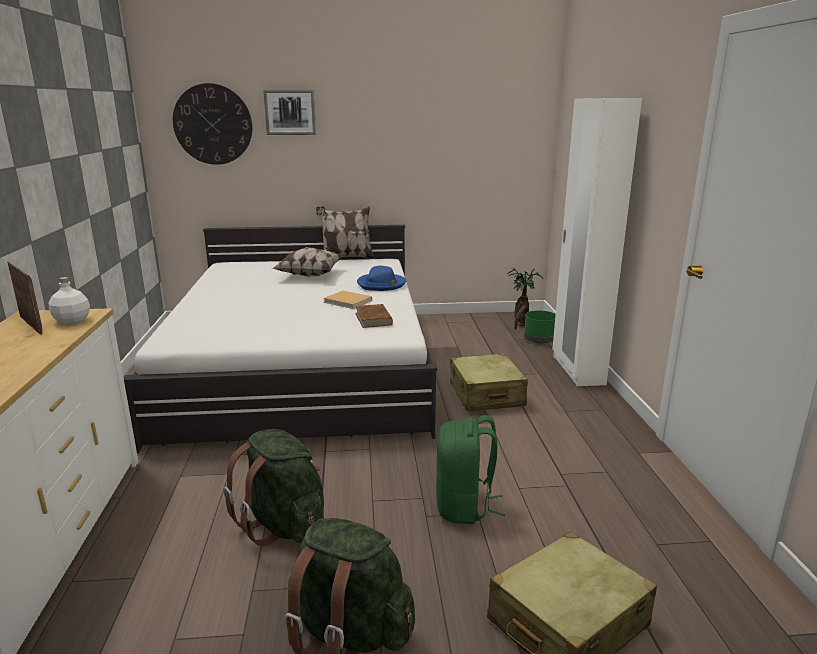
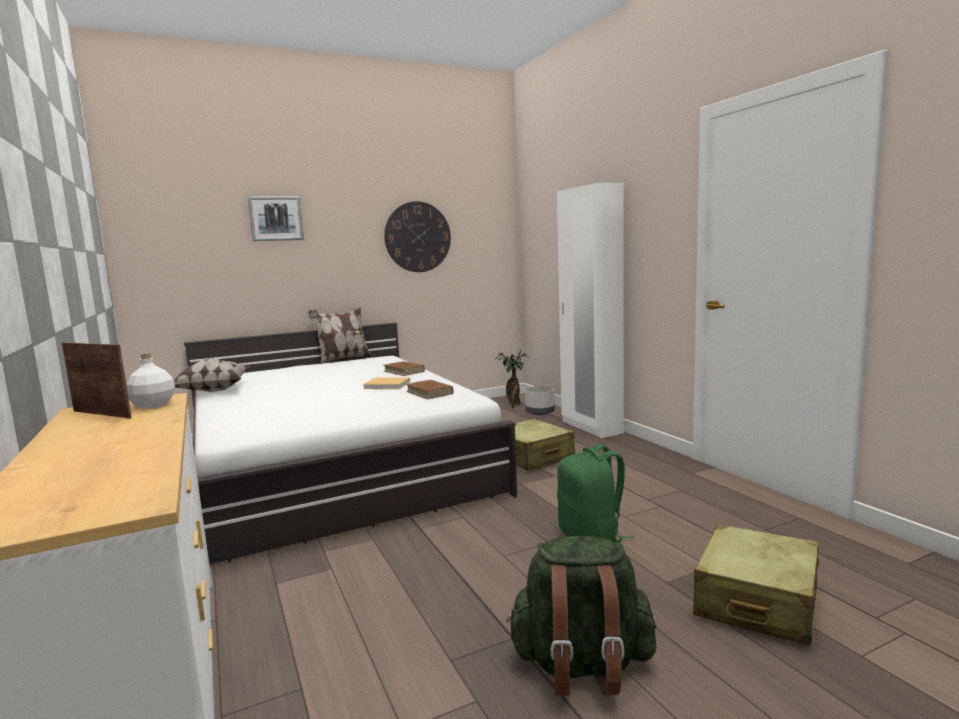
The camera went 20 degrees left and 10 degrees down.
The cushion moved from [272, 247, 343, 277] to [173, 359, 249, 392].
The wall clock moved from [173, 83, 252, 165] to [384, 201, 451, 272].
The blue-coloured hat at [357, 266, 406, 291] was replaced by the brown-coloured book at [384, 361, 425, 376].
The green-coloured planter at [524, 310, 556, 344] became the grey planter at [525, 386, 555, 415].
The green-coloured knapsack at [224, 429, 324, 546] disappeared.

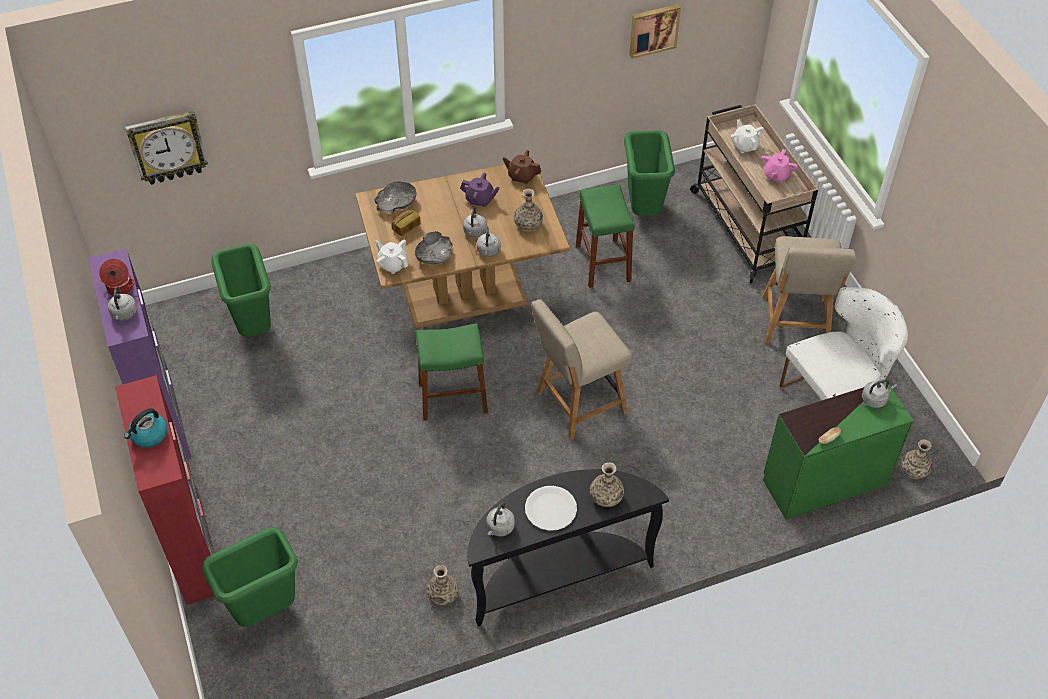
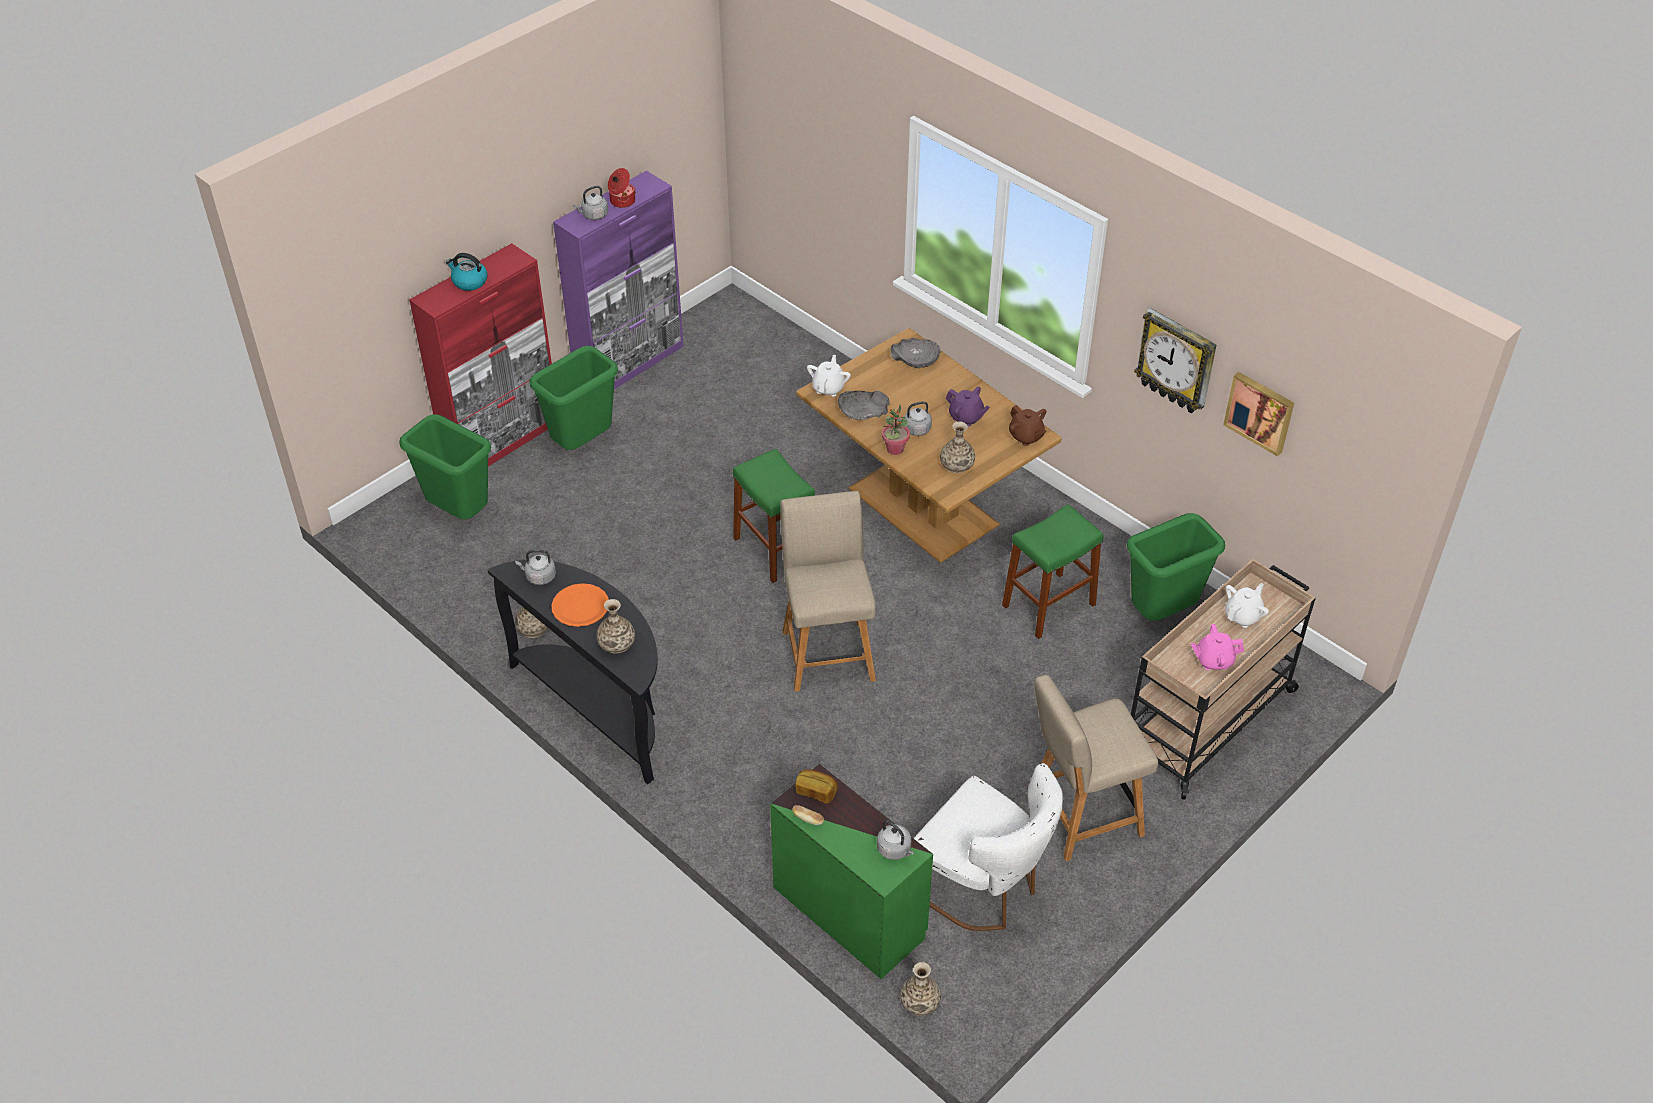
The camera went 65 degrees right and 5 degrees down.
The green-coloured waste bin moved from [211, 244, 271, 337] to [530, 346, 618, 450].
The white-coloured flat dish at [525, 486, 577, 531] became the orange-coloured flat dish at [551, 583, 609, 627].
The sand-coloured chair at [531, 299, 632, 440] turned 45 degrees clockwise.
The bakery bread moved from [391, 209, 421, 236] to [795, 769, 838, 804].
The grey water kettle at [477, 226, 501, 257] was replaced by the plant in a pot at [882, 405, 910, 455].
The purplish tea pot at [460, 172, 500, 207] turned 45 degrees counterclockwise.
The brown-coloured tea pot at [503, 150, 541, 184] turned 150 degrees clockwise.
The wall clock moved from [125, 110, 208, 185] to [1134, 308, 1217, 413].

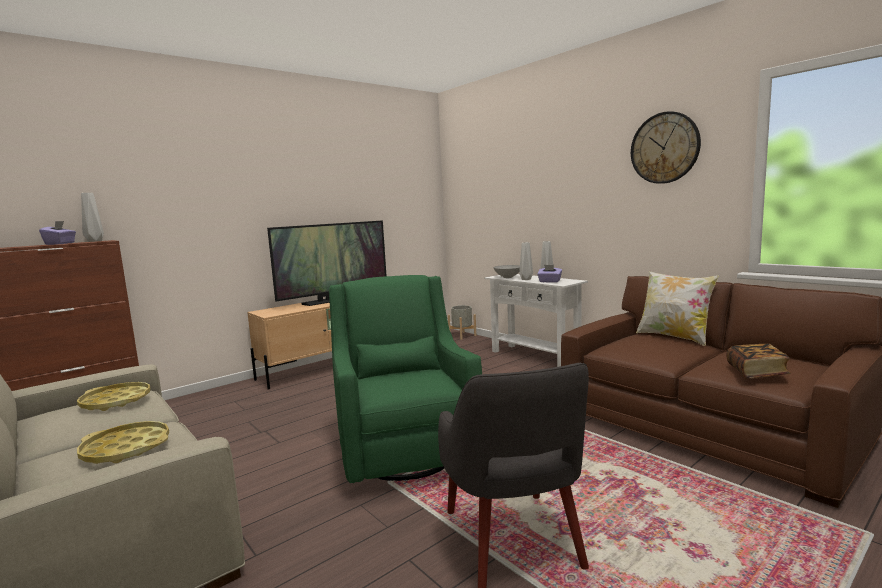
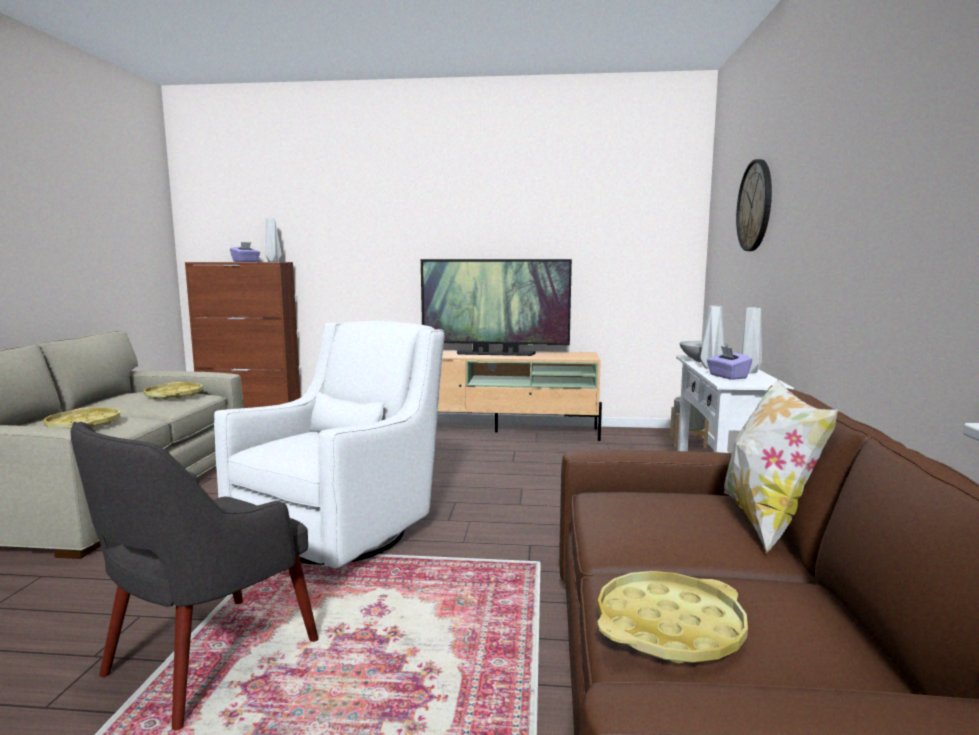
The camera went 45 degrees right and 0 degrees up.
The green-coloured easy chair at [329, 275, 482, 483] became the white-coloured easy chair at [214, 321, 445, 569].
The book at [726, 344, 791, 379] was replaced by the yellowish tray at [597, 571, 748, 664].
The wall clock moved from [631, 111, 701, 184] to [736, 159, 772, 251].

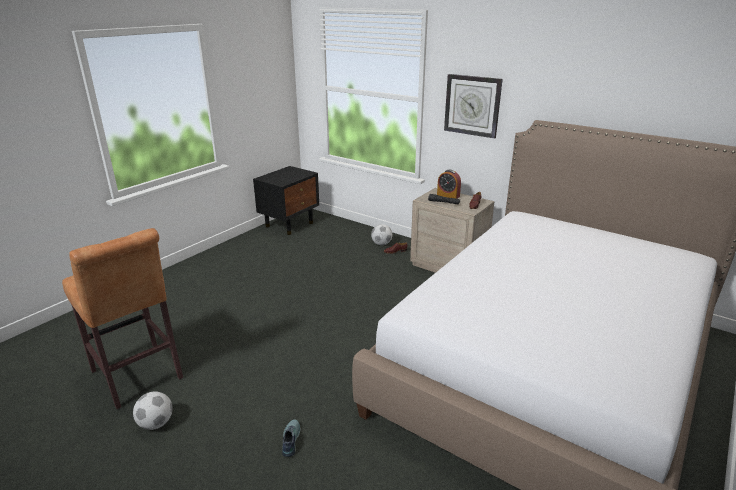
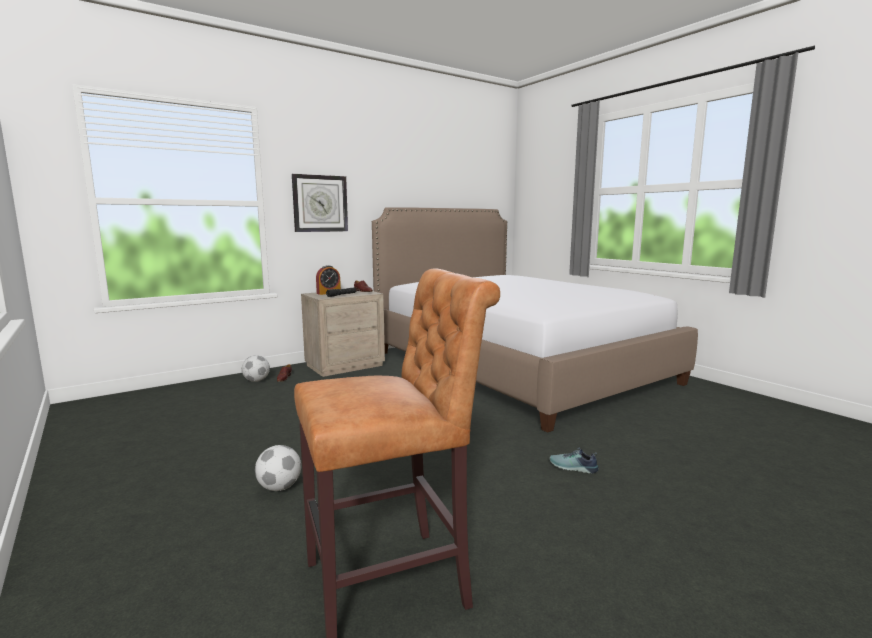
The camera went 70 degrees left and 15 degrees down.
The ball for football moved from [133, 391, 173, 430] to [255, 445, 301, 491].
The blackish night table at [253, 166, 319, 235] disappeared.

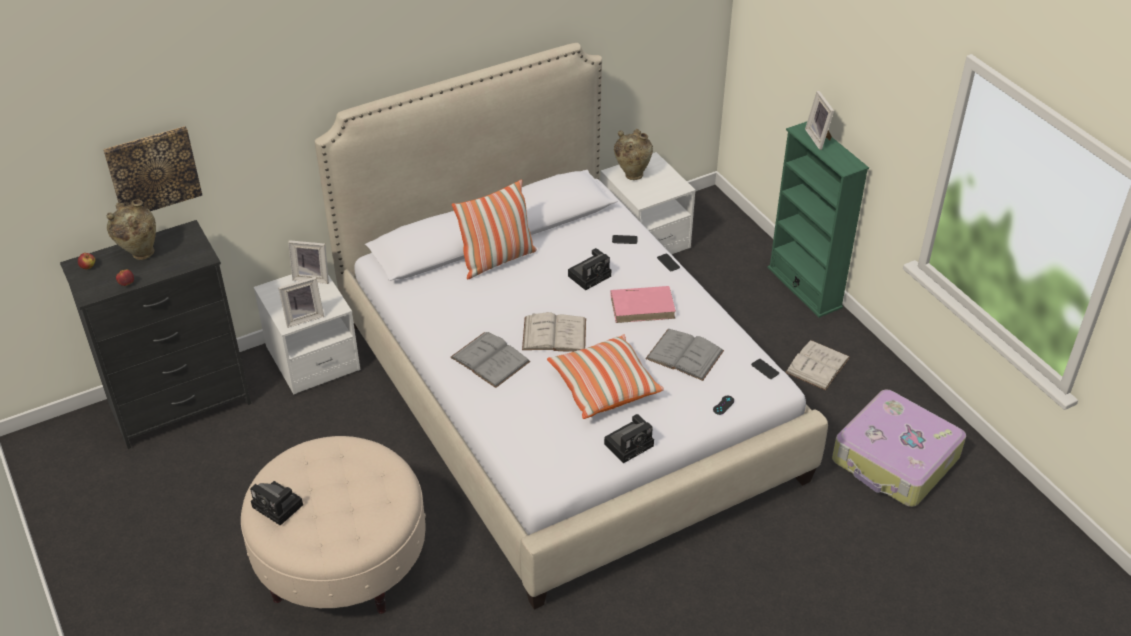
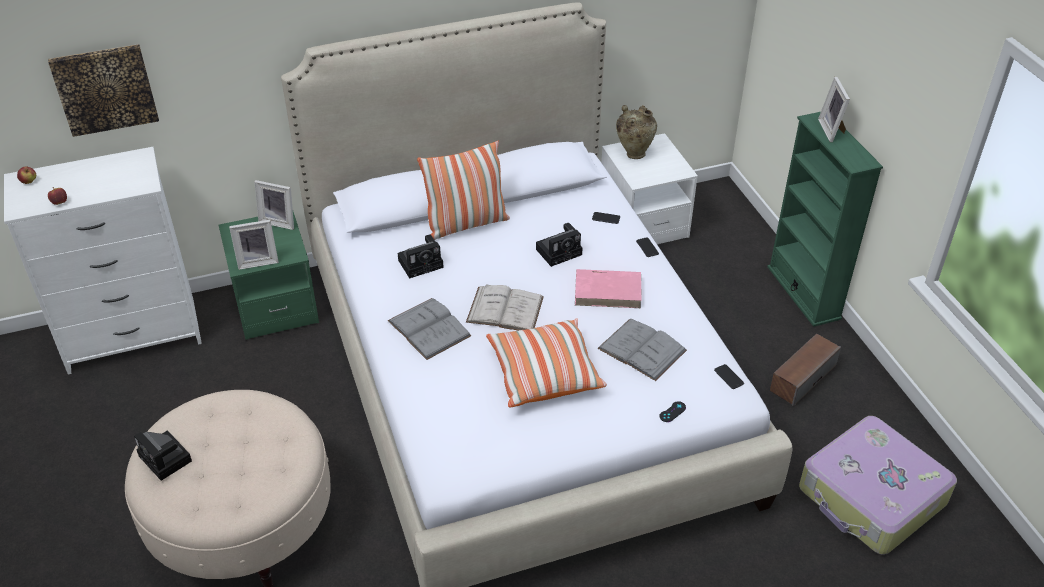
The camera went 10 degrees right and 0 degrees up.
The blackish chest of drawers at [60, 220, 251, 449] became the white-coloured chest of drawers at [4, 147, 202, 374].
The white-coloured night table at [254, 274, 360, 394] became the green-coloured night table at [219, 212, 319, 340].
The photo camera moved from [604, 414, 654, 463] to [398, 234, 444, 279].
The white-coloured book at [785, 340, 850, 390] was replaced by the speaker at [770, 333, 841, 407].
The sand-coloured decorative vase at [107, 200, 156, 260] disappeared.

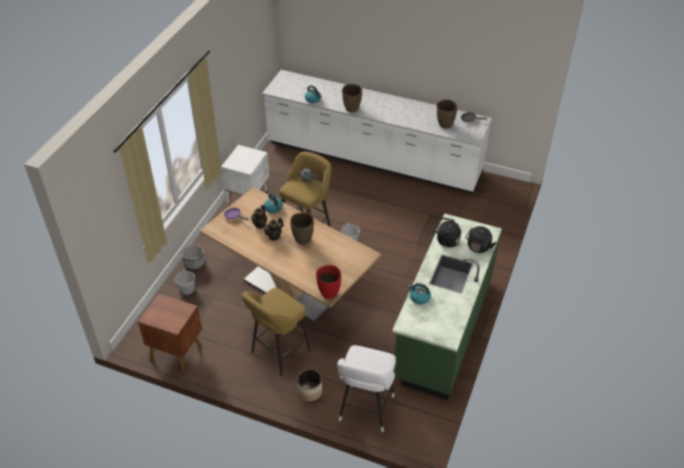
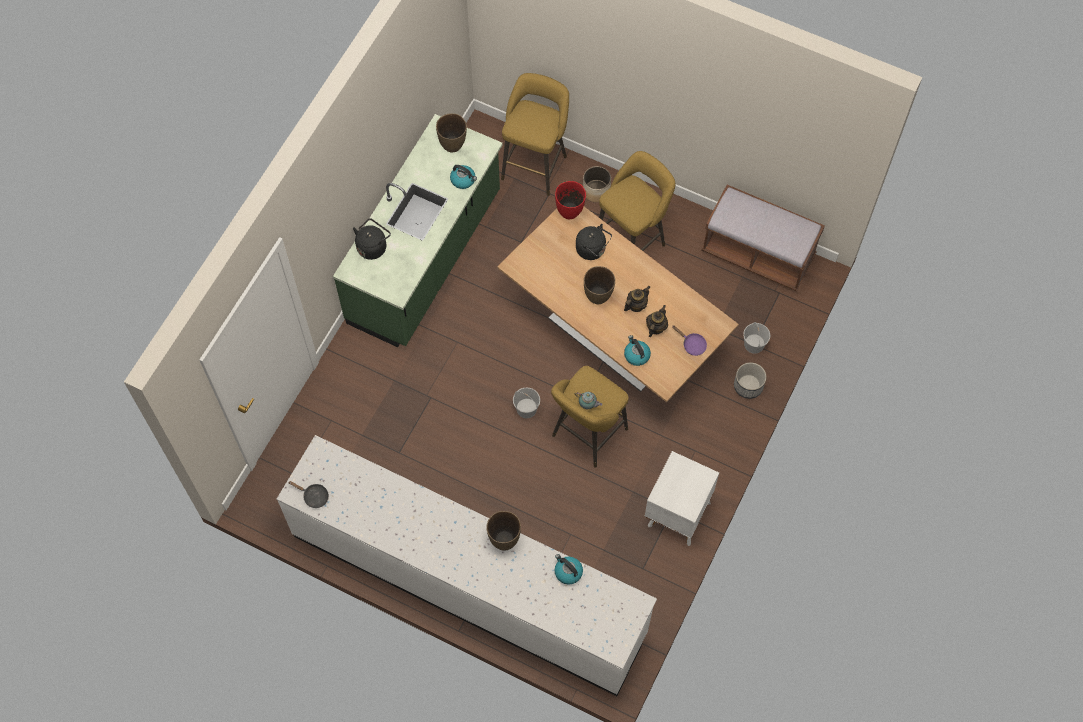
The camera went 175 degrees left and 20 degrees up.
The brown-coloured decorative vase moved from [437, 99, 458, 129] to [436, 113, 467, 152].
The white-coloured stool seat at [337, 345, 396, 432] became the yellowish stool seat at [501, 73, 569, 196].
The blackish water kettle moved from [434, 218, 461, 248] to [576, 224, 612, 260].
The brown-coloured night table at [138, 293, 202, 371] was replaced by the brown-coloured bench at [701, 185, 825, 291].

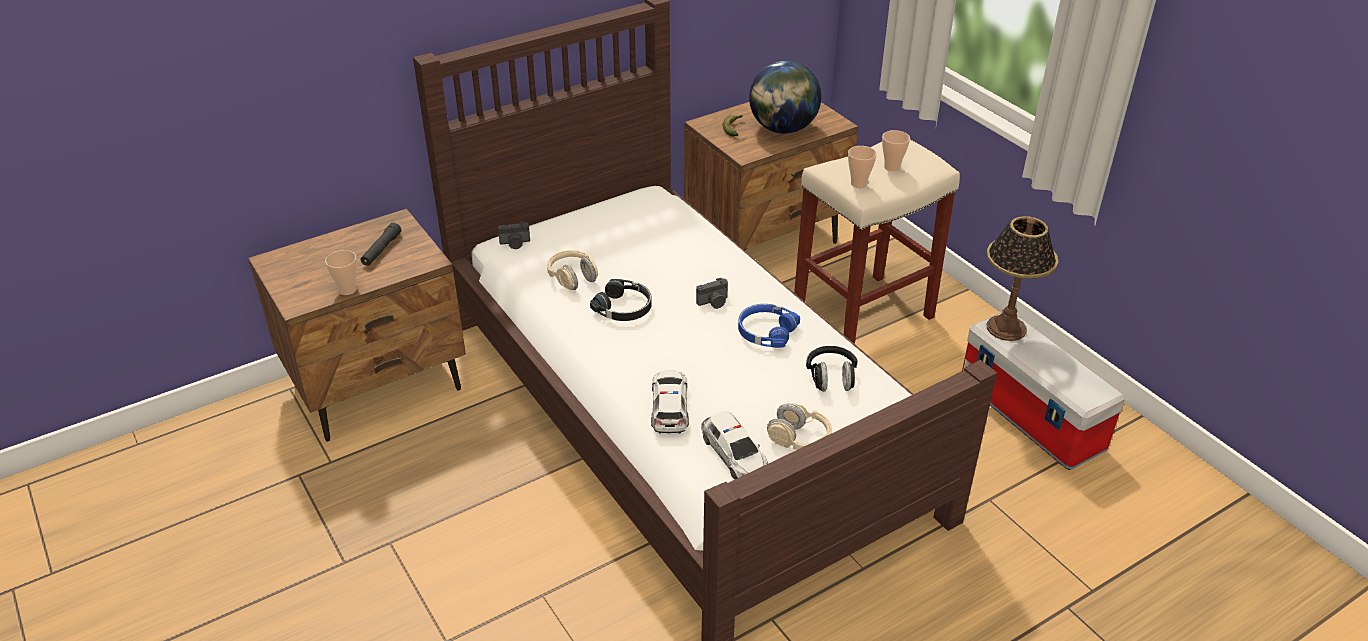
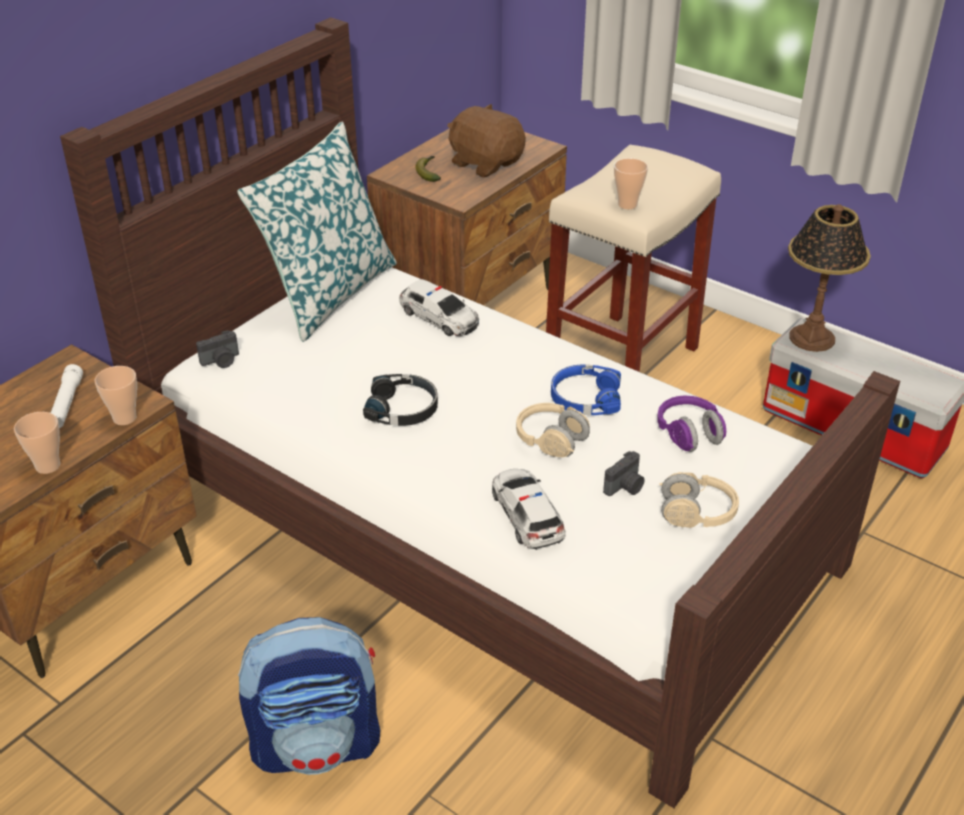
The camera went 20 degrees left and 0 degrees up.
The blackish flashlight at [360, 223, 401, 266] became the white-coloured flashlight at [51, 364, 83, 428].
The cup moved from [882, 130, 910, 172] to [95, 366, 137, 425].
The cushion at [237, 122, 397, 342] appeared.
The knapsack at [238, 617, 380, 775] appeared.
The model car moved from [701, 411, 768, 479] to [399, 279, 479, 336].
The world globe at [749, 61, 821, 134] was replaced by the brown-coloured plush toy at [447, 104, 526, 178].
The sand-coloured headset moved from [547, 250, 598, 290] to [516, 403, 590, 457].
The photo camera moved from [696, 278, 728, 309] to [603, 451, 645, 496].
The blackish headset at [806, 346, 858, 392] became the purplish headset at [657, 396, 726, 452].

